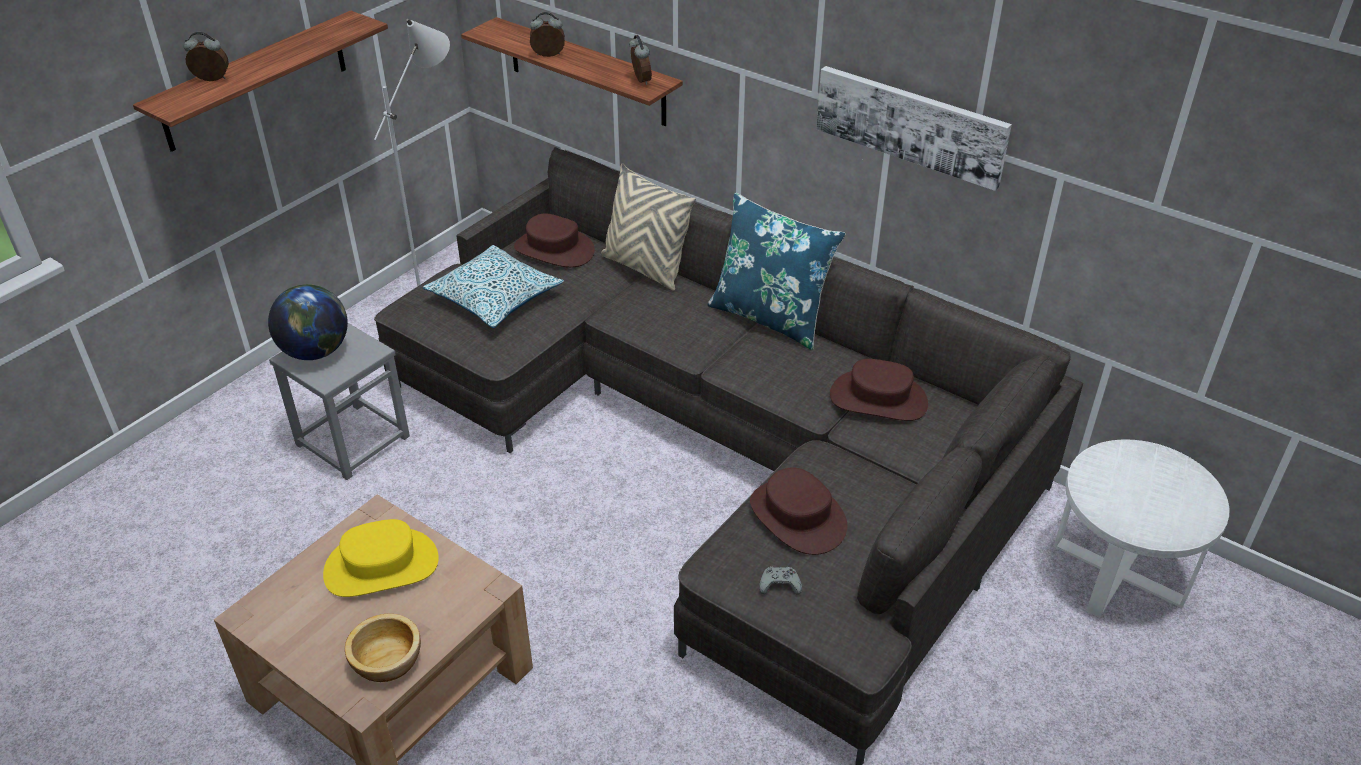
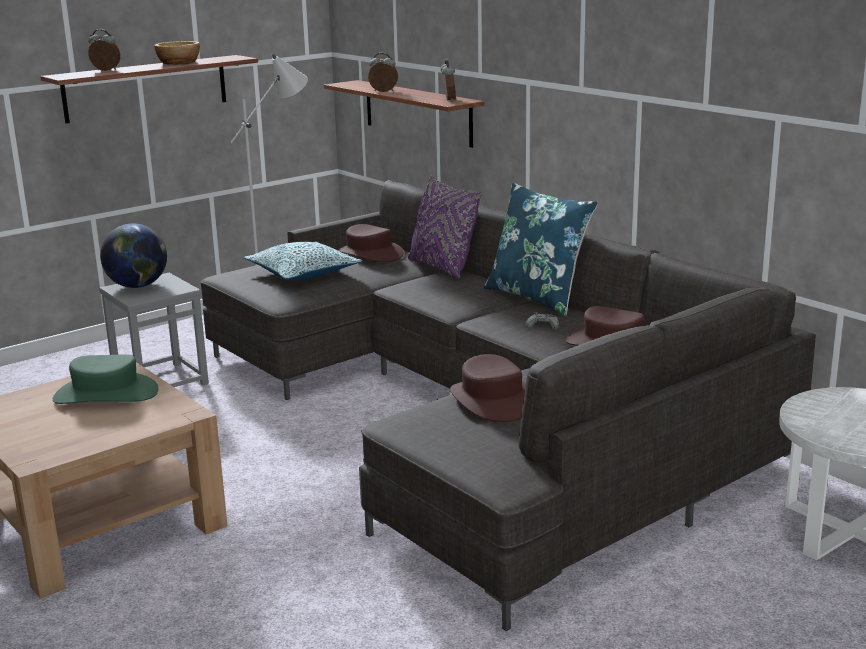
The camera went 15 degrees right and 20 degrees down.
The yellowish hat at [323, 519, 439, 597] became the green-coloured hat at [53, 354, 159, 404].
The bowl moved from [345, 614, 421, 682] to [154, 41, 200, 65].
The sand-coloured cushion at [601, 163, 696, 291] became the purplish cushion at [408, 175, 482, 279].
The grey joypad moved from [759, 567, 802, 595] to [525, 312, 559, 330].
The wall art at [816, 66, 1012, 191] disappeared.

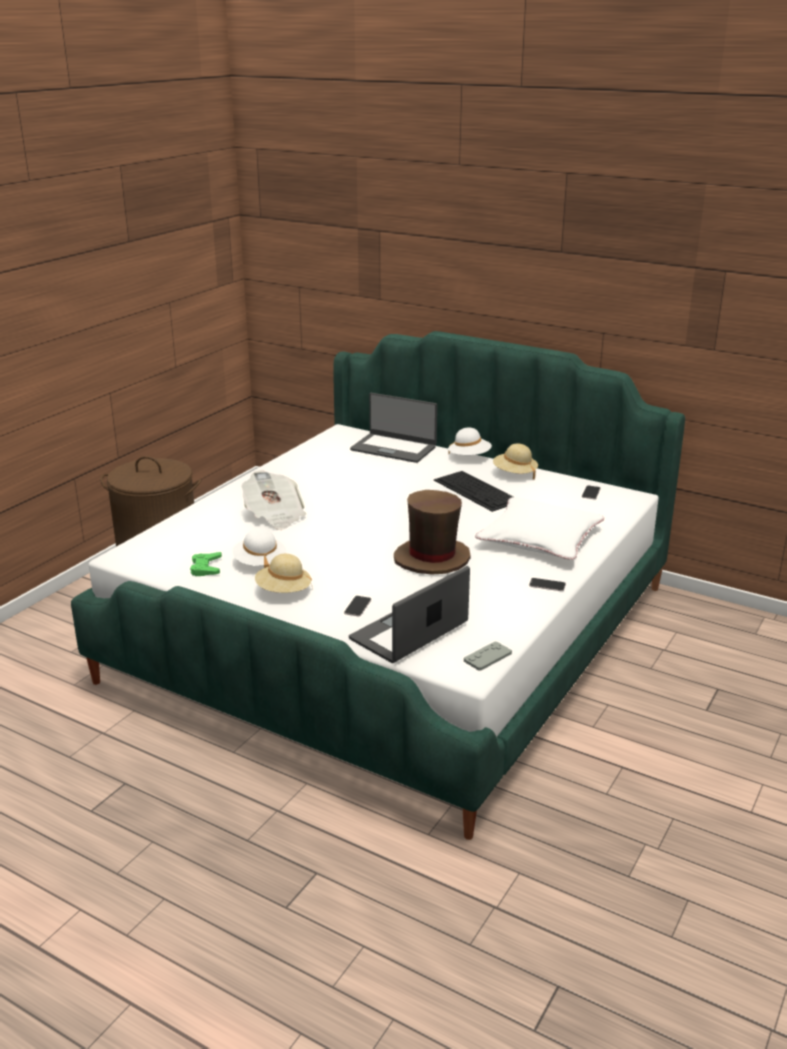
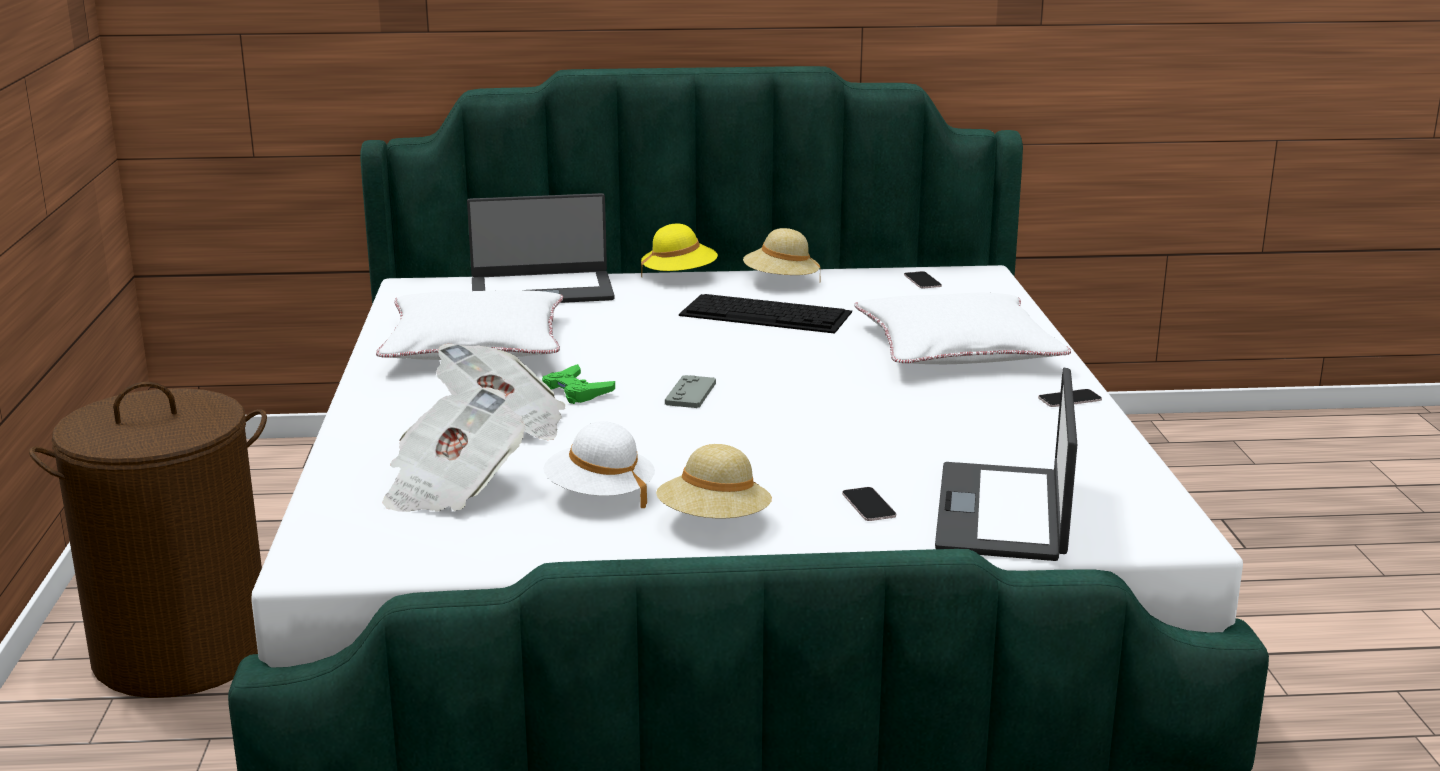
The camera went 35 degrees left and 5 degrees down.
The white-coloured cushion at [376, 290, 563, 360] appeared.
The daily paper at [383, 387, 525, 512] appeared.
The green-coloured joypad moved from [190, 552, 222, 576] to [542, 364, 615, 404].
The white-coloured hat at [448, 428, 492, 455] became the yellowish hat at [641, 224, 718, 277].
The grey joypad moved from [464, 642, 512, 671] to [665, 375, 716, 408].
The brown-coloured hat at [394, 490, 471, 575] disappeared.

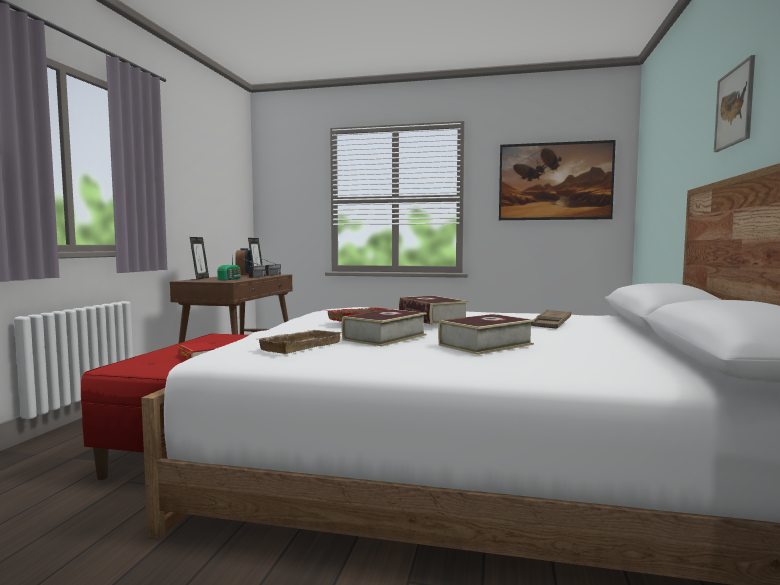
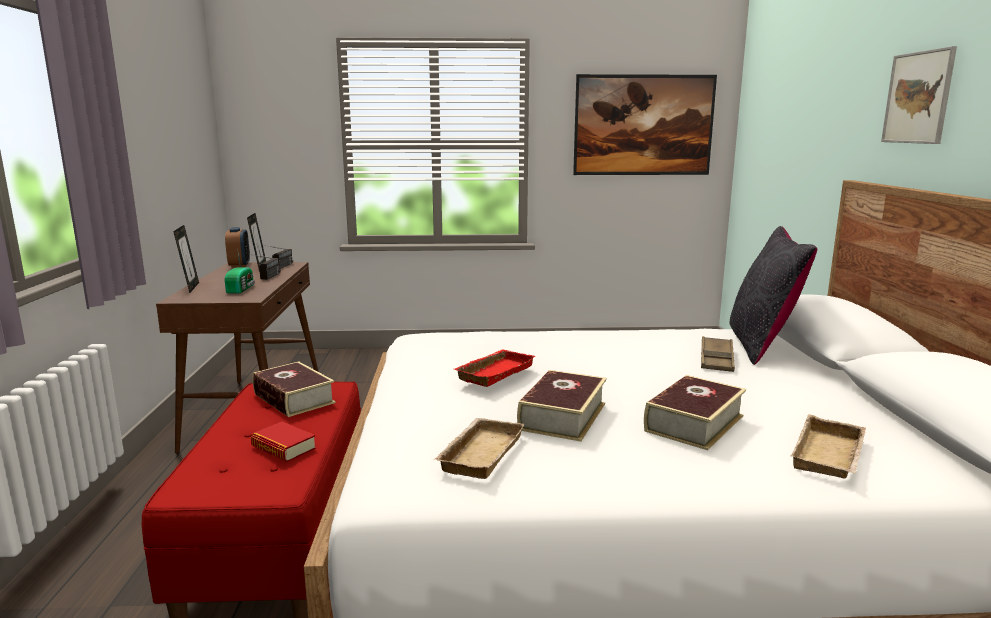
The camera went 15 degrees left and 10 degrees up.
The book moved from [398, 296, 469, 325] to [253, 361, 336, 417].
The blackish cushion at [730, 226, 817, 365] appeared.
The sand-coloured tray at [791, 414, 866, 478] appeared.

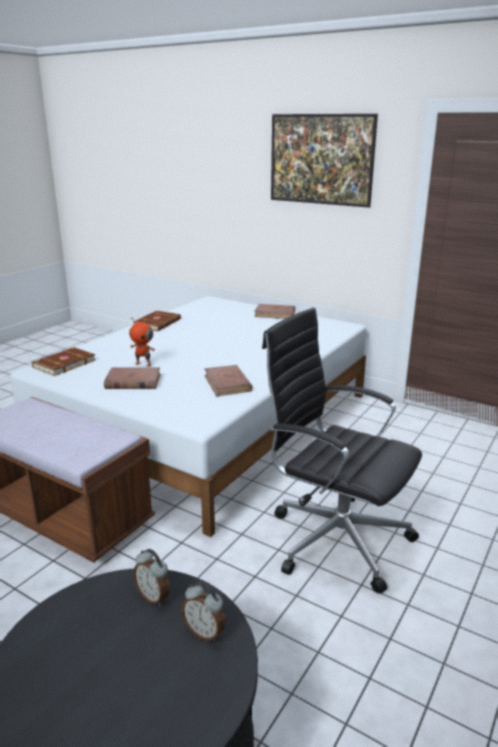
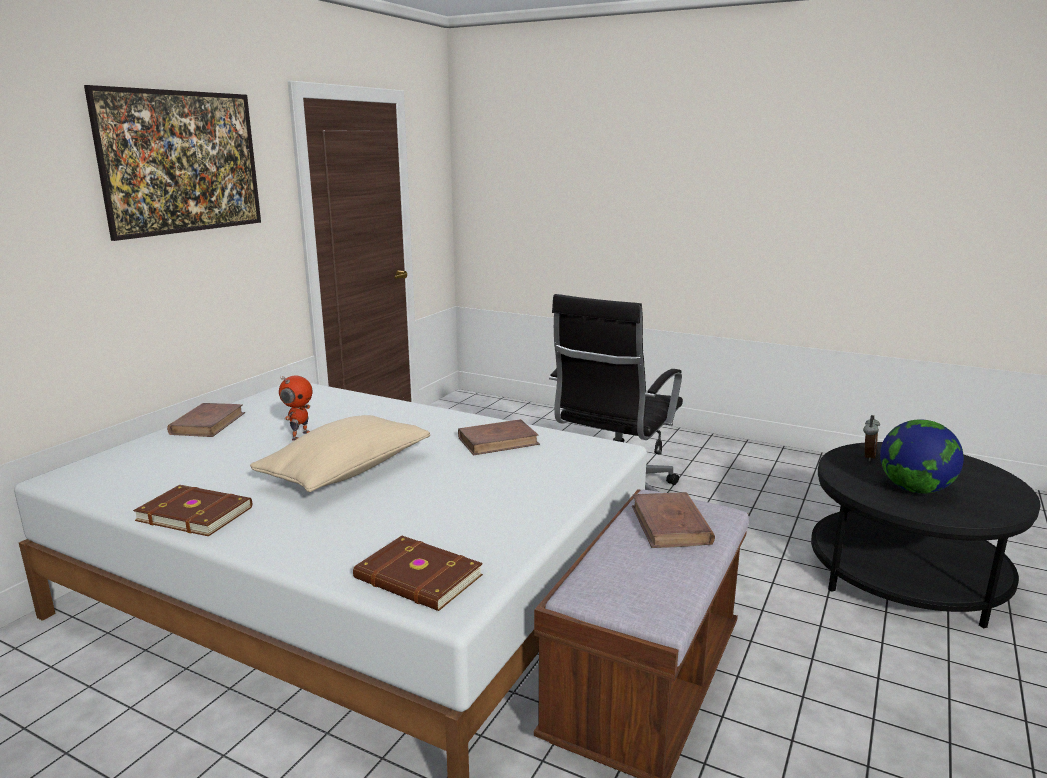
The camera went 95 degrees left and 5 degrees down.
The sand-coloured cushion at [250, 415, 430, 492] appeared.
The model robot moved from [129, 318, 155, 367] to [279, 376, 312, 441].
The brown-coloured book moved from [104, 367, 161, 389] to [632, 492, 715, 548].
The world globe at [880, 420, 964, 494] appeared.
The table clock at [133, 549, 170, 606] disappeared.

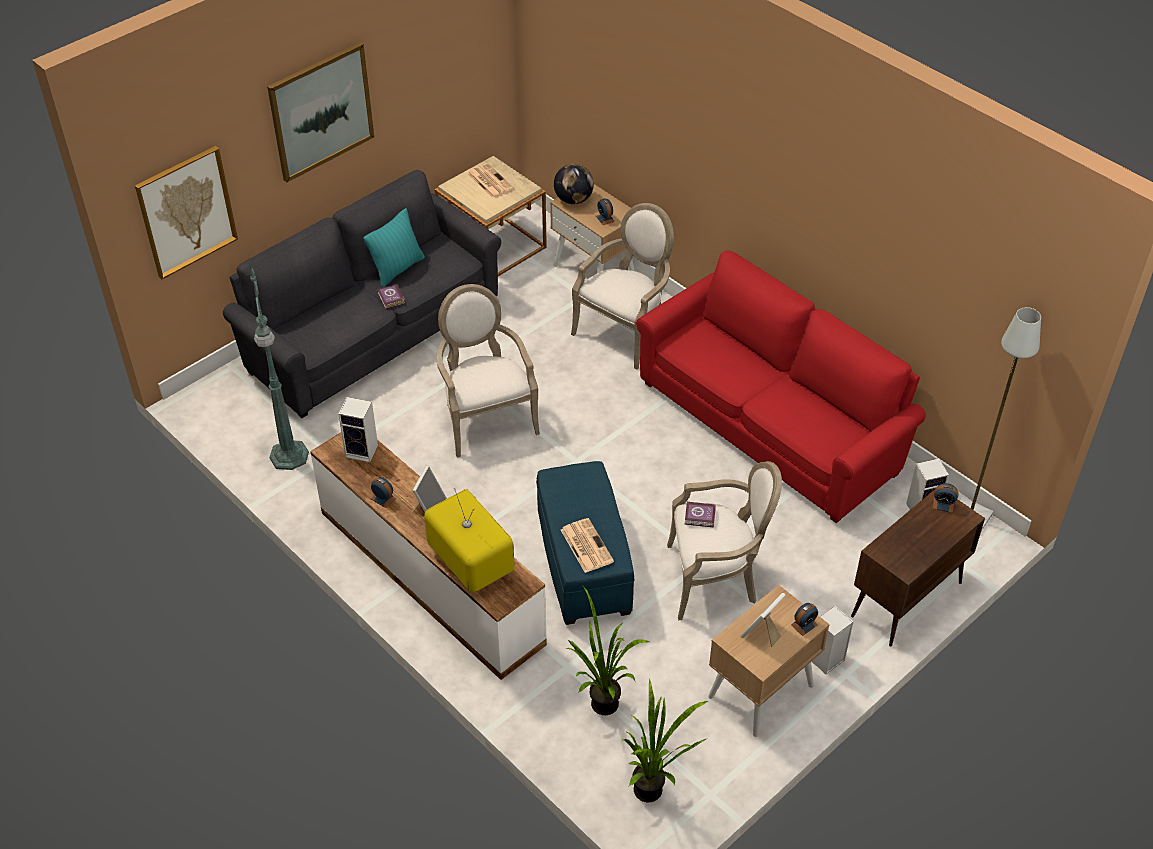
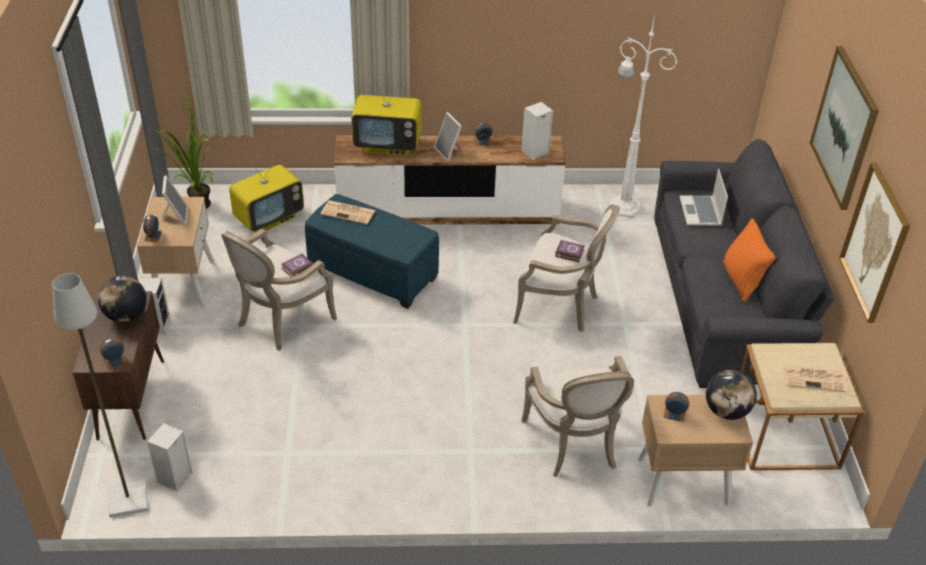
The camera went 130 degrees right and 5 degrees down.
The world globe at [98, 276, 147, 322] appeared.
The plant in a pot at [565, 585, 650, 715] was replaced by the TV at [229, 154, 304, 233].
The book moved from [377, 284, 405, 309] to [555, 240, 585, 262].
The green-coloured standard lamp at [248, 255, 309, 470] became the white-coloured standard lamp at [610, 14, 677, 217].
The portable computer at [679, 169, 728, 226] appeared.
The turquoise-coloured cushion at [363, 208, 425, 288] became the orange-coloured cushion at [723, 218, 775, 302].
The wall art moved from [135, 146, 238, 279] to [839, 162, 910, 323].
The reddish couch at [636, 250, 926, 523] disappeared.

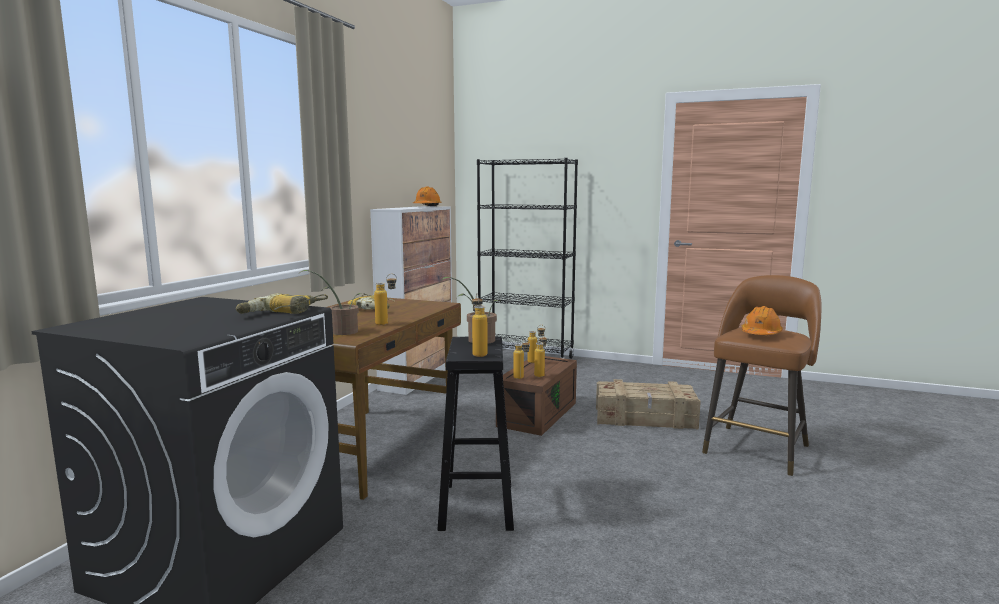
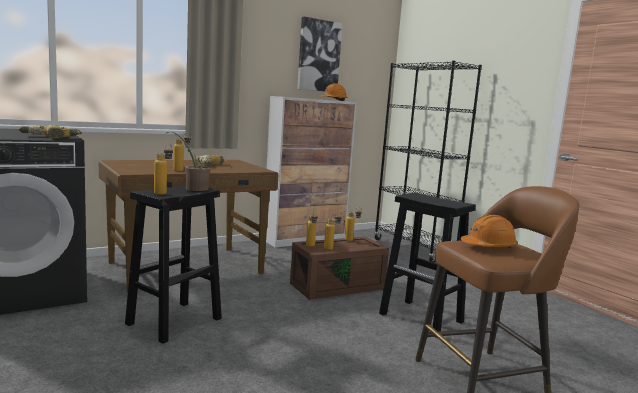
The camera went 35 degrees right and 0 degrees up.
The wall art at [297, 17, 342, 91] appeared.
The shipping crate at [596, 379, 701, 429] was replaced by the blackish stool seat at [379, 193, 476, 338].
The plant in a pot at [301, 270, 364, 335] disappeared.

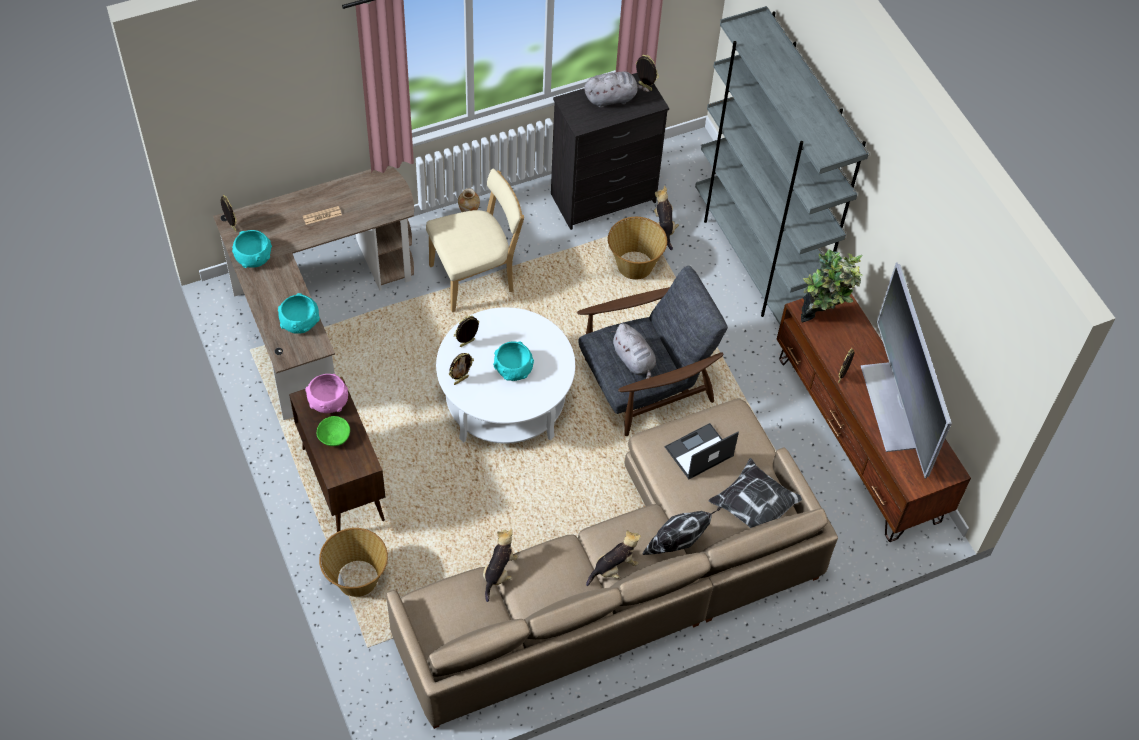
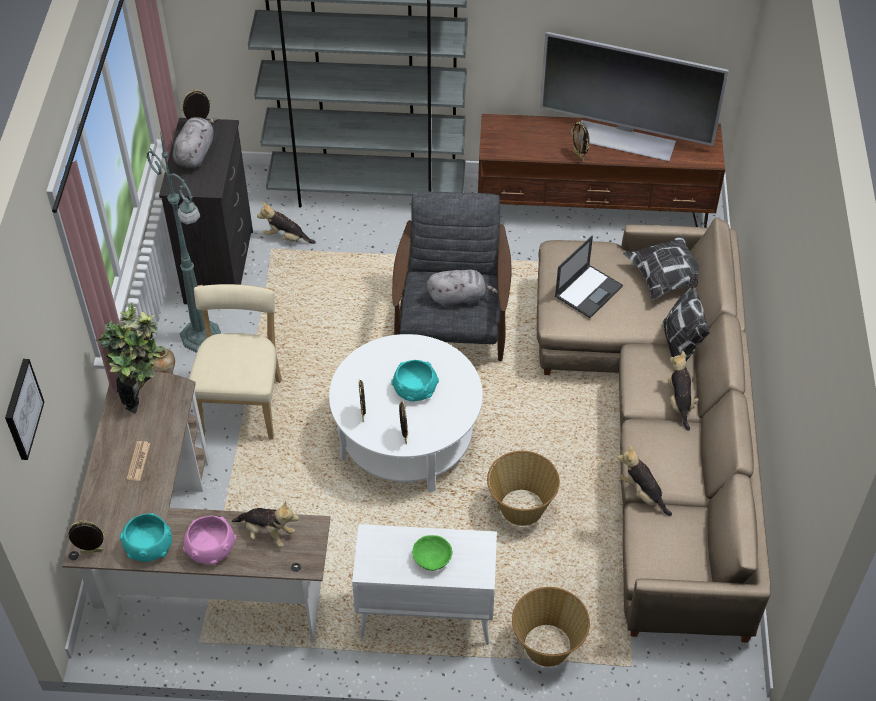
The camera went 60 degrees left and 5 degrees down.
The wall art at [5, 359, 44, 460] appeared.
The plant in a pot moved from [801, 249, 863, 322] to [96, 302, 163, 413].
The green-coloured standard lamp at [146, 132, 221, 353] appeared.
The pink bowl moved from [305, 374, 348, 413] to [183, 516, 236, 565].
The turquoise-coloured bowl at [278, 293, 320, 334] was replaced by the plush toy at [231, 501, 299, 547].
The brown-coloured cupboard at [289, 377, 386, 532] became the white-coloured cupboard at [352, 524, 497, 645].
The household basket moved from [608, 217, 667, 280] to [487, 451, 560, 526].
The portable computer at [665, 423, 739, 479] turned 135 degrees counterclockwise.

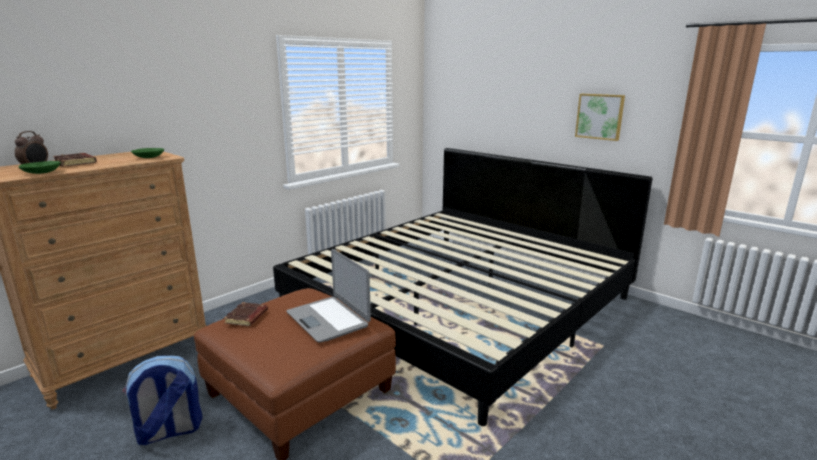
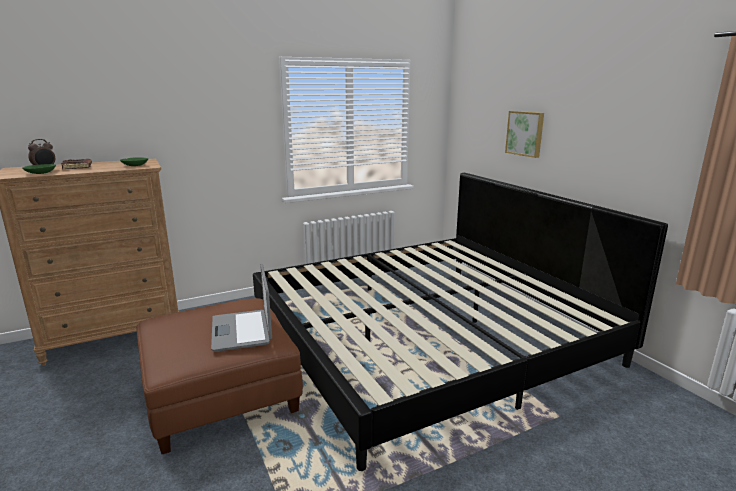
The camera went 20 degrees right and 0 degrees up.
The wall art moved from [575, 94, 625, 141] to [505, 111, 544, 158].
The knapsack at [122, 356, 203, 445] disappeared.
The brown-coloured book at [224, 302, 268, 326] disappeared.

